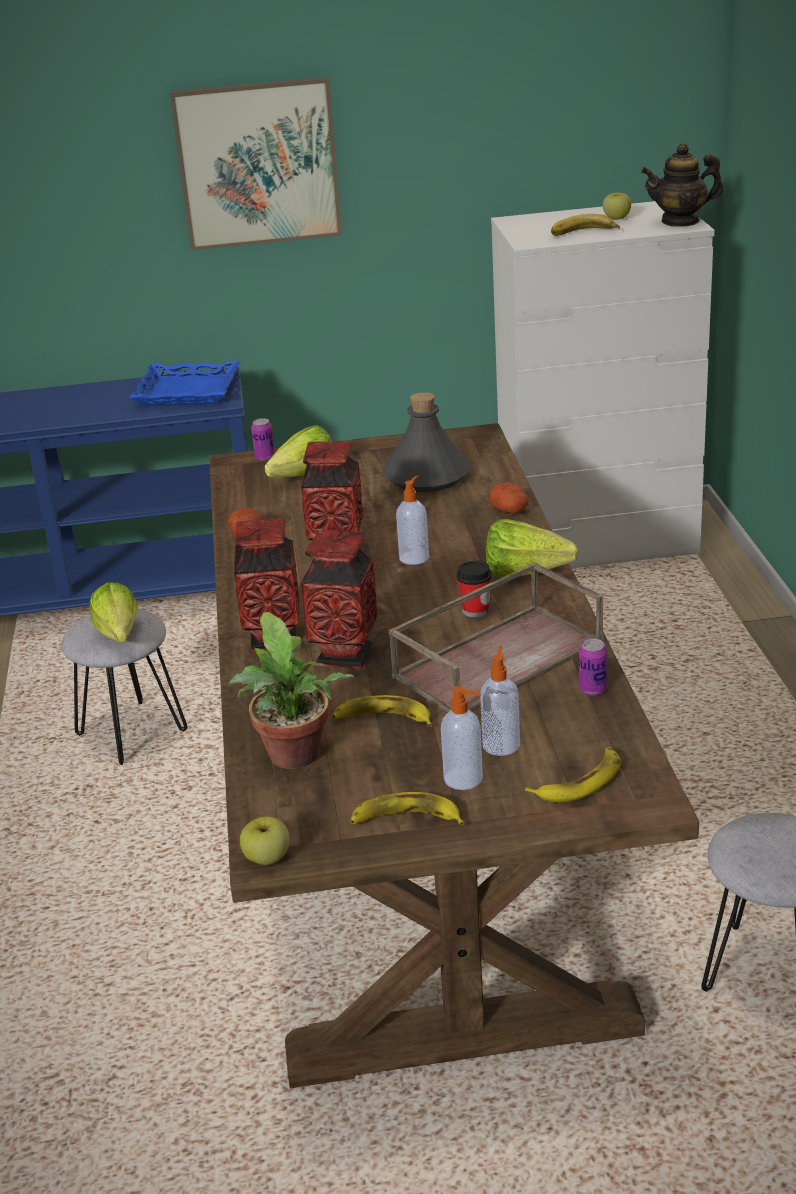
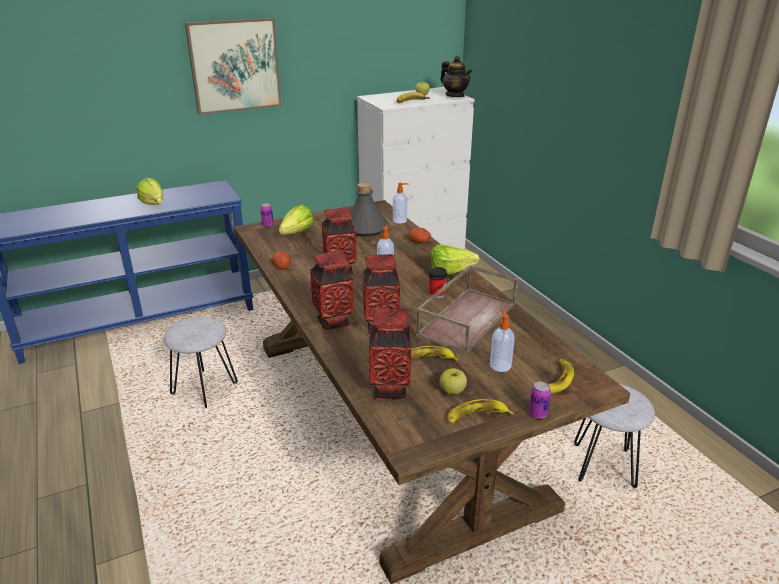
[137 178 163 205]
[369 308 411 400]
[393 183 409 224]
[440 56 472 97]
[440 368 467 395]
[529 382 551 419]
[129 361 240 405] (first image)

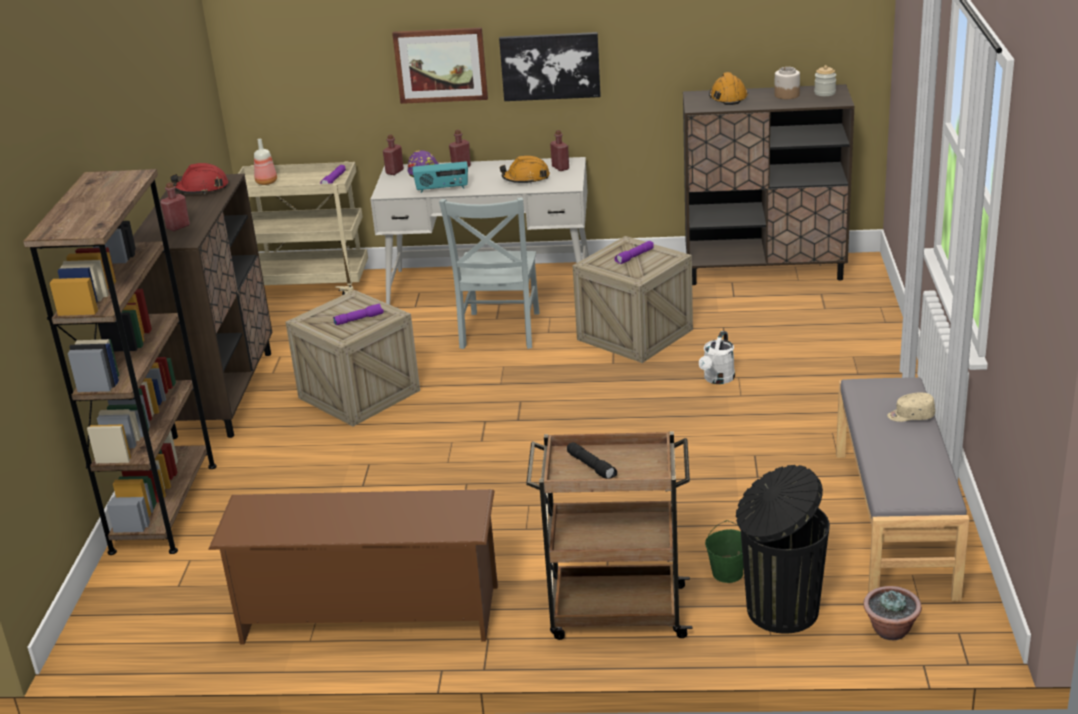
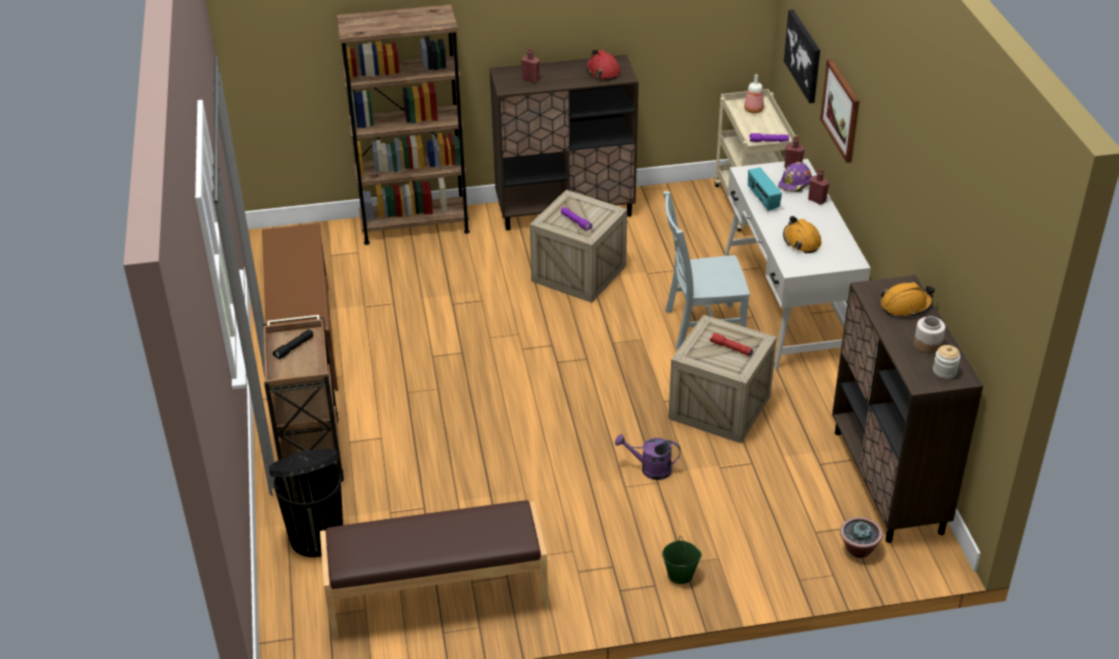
[320 500 548 640]
[615 434 681 480]
[662 536 702 584]
[710 333 753 356]
[784 9 820 103]
[840 517 883 558]
[550 130 569 171] (first image)
[887 392 935 422] (first image)

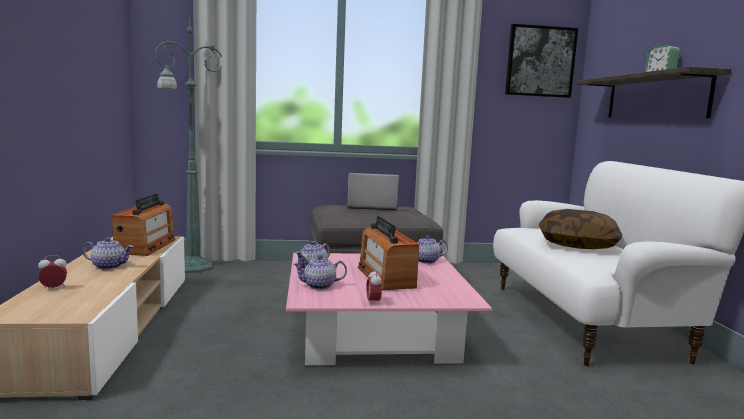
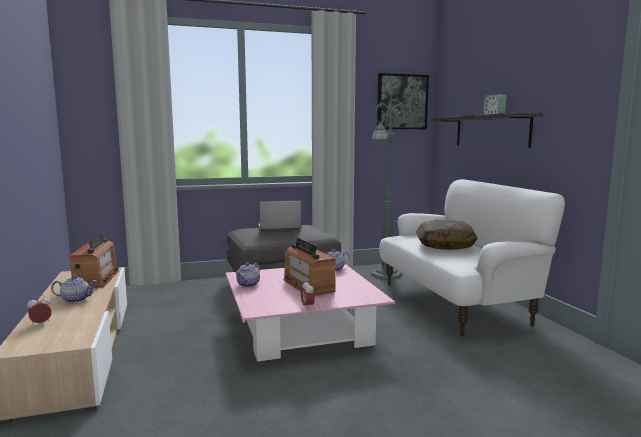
[371 74 405 280]
[293 255 347 290] (first image)

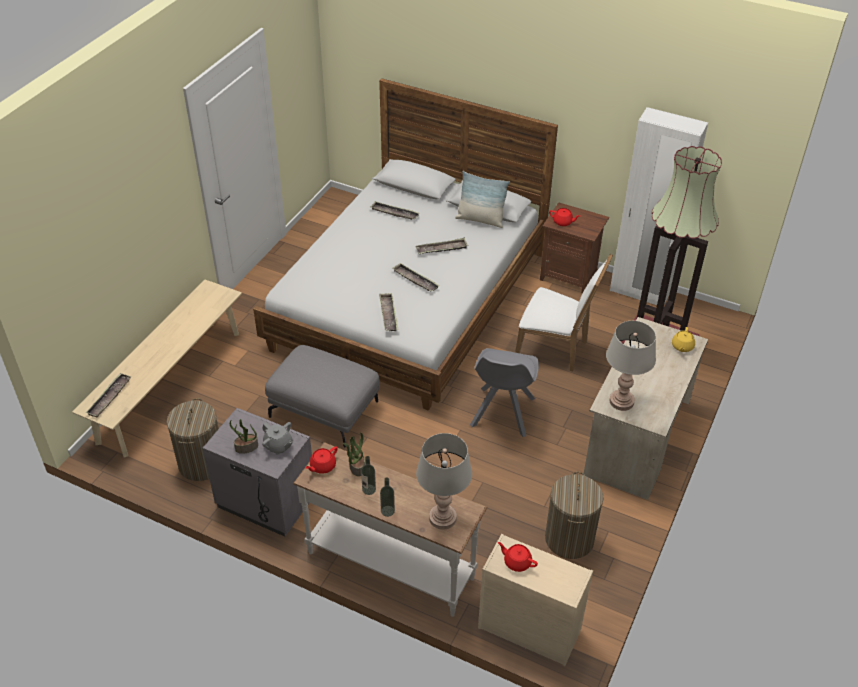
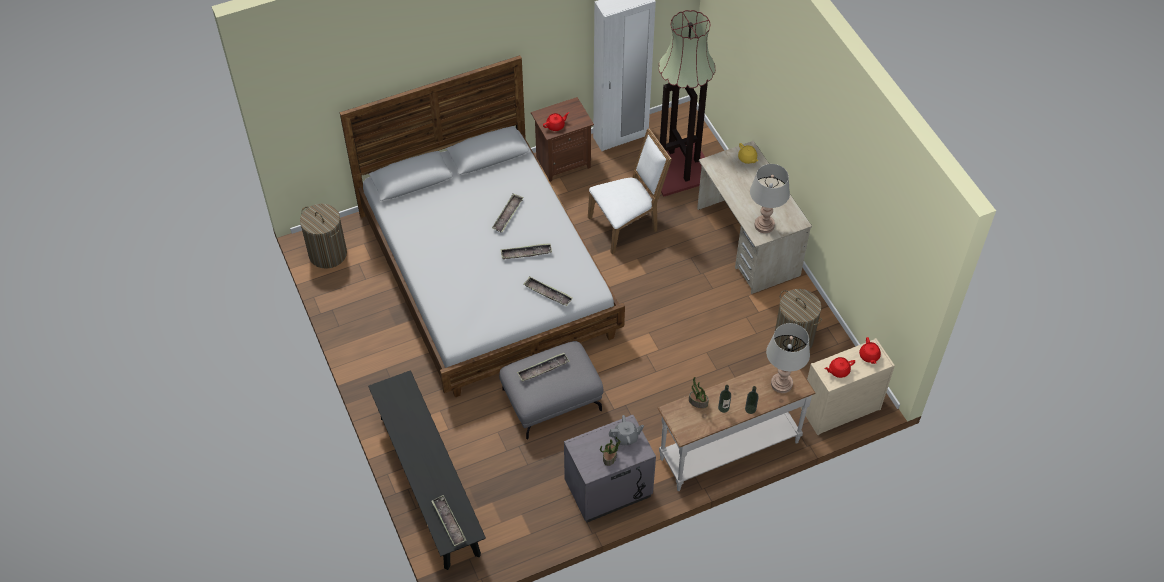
[300 204 347 269]
[368 370 486 570]
[517 353 570 381]
[859 337 881 364]
[455 171 510 228] (first image)
[470 348 539 437] (first image)

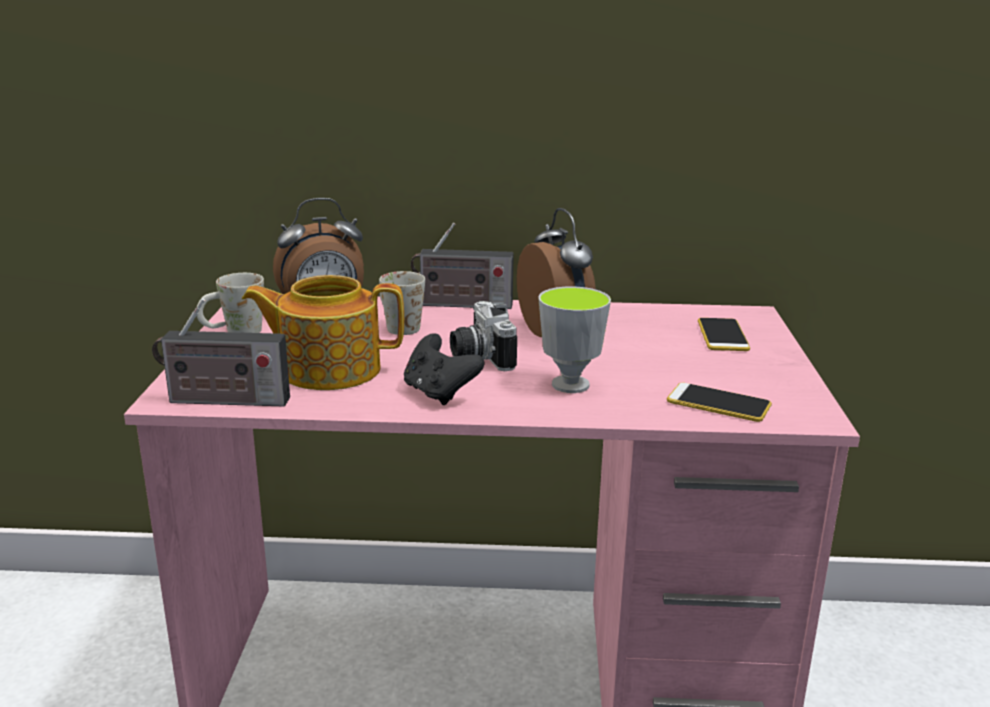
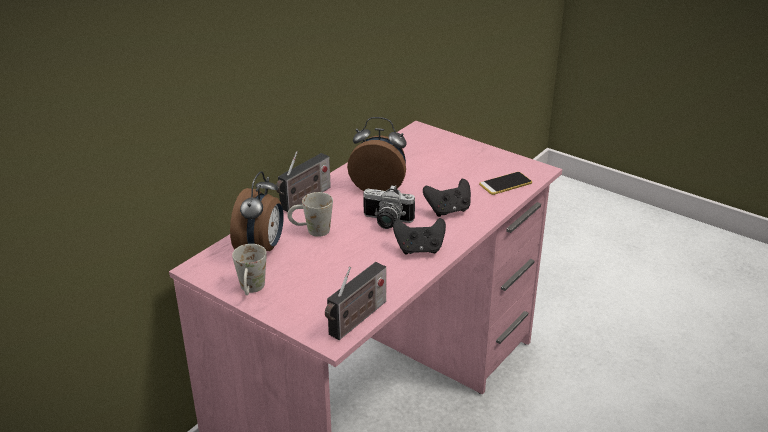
[423 179 471 217]
[242 275 404 390] (first image)
[698 318 750 351] (first image)

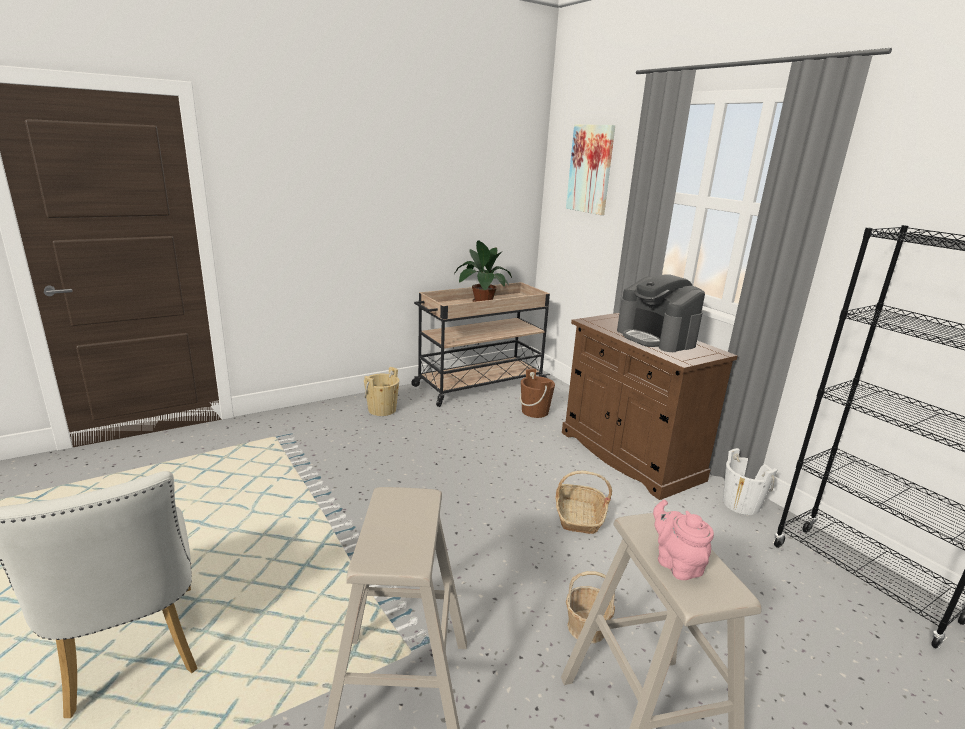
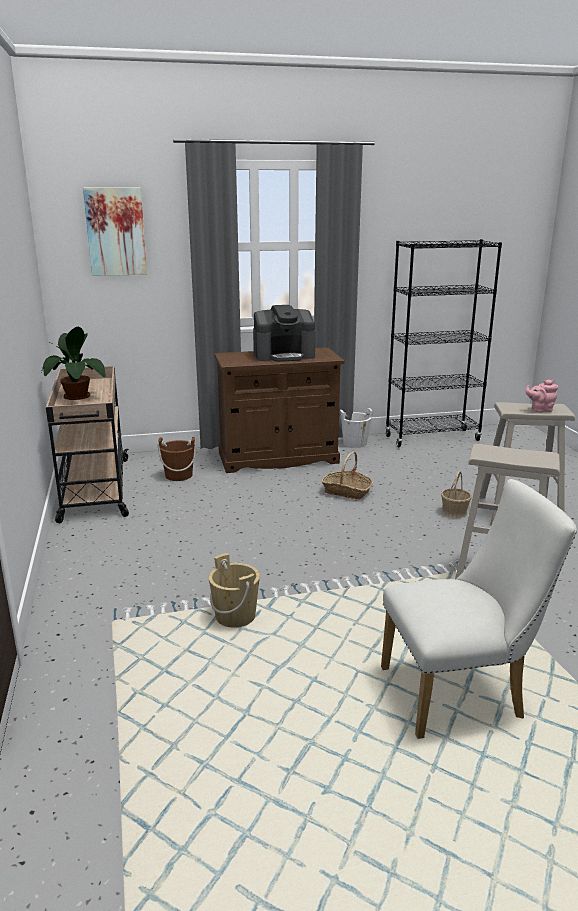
[209 553 260 628]

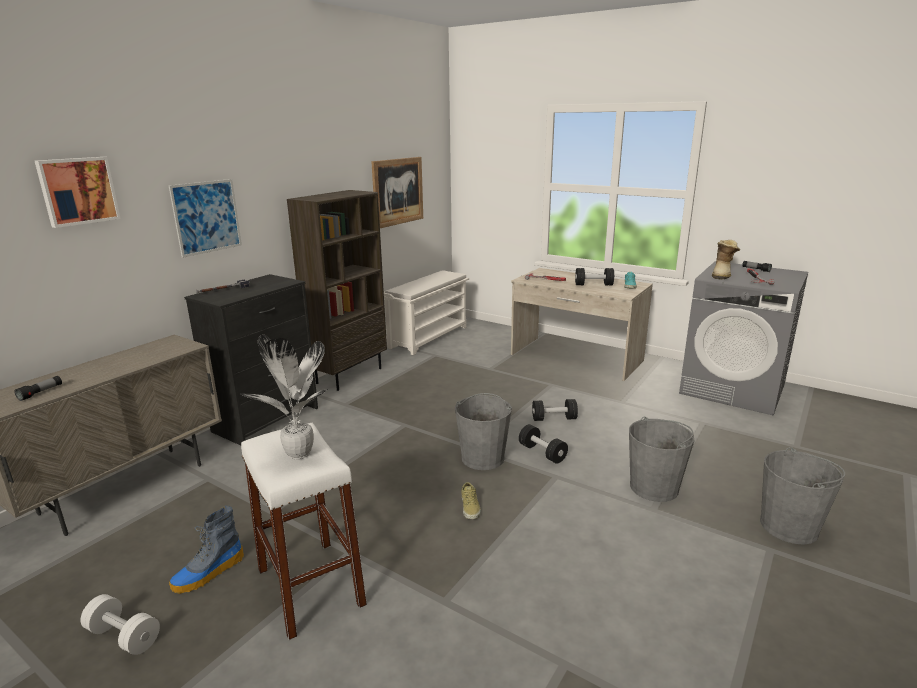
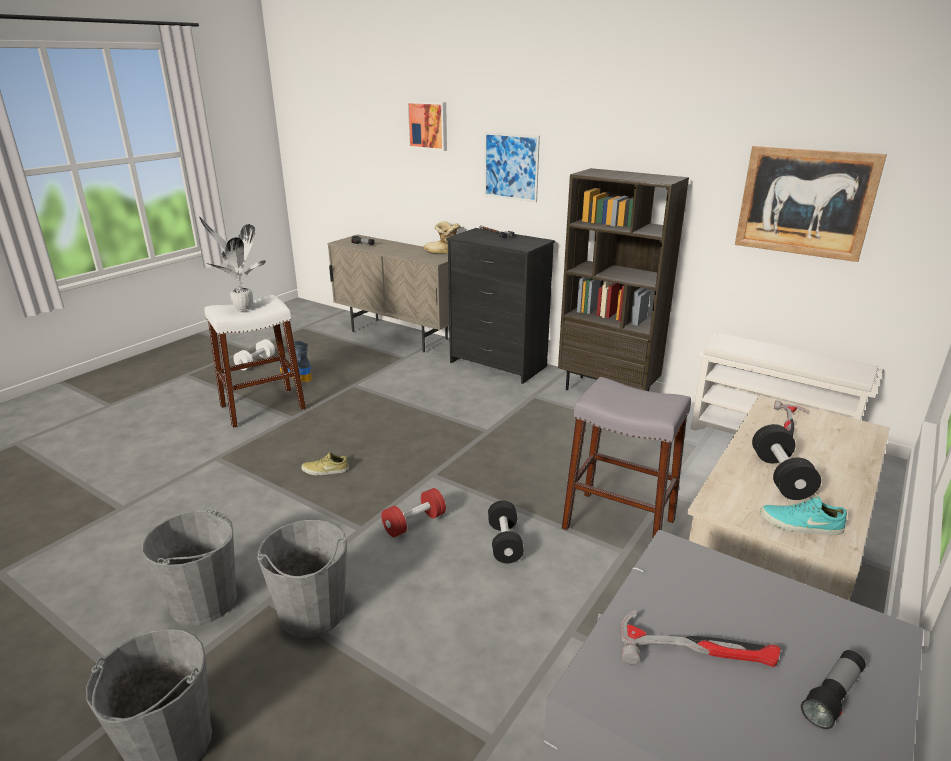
[142 508 237 626]
[381 488 446 537]
[424 221 461 253]
[562 377 691 539]

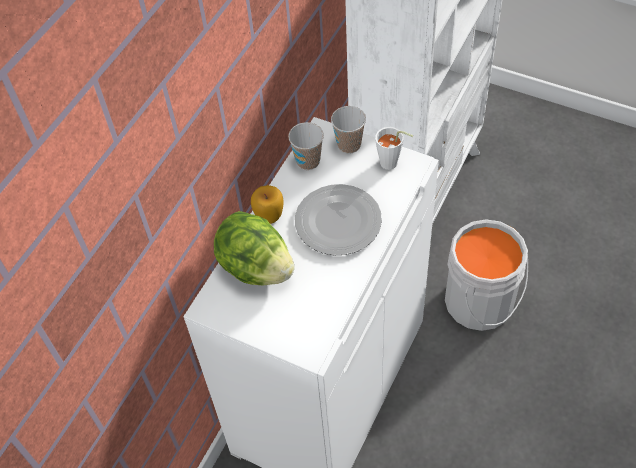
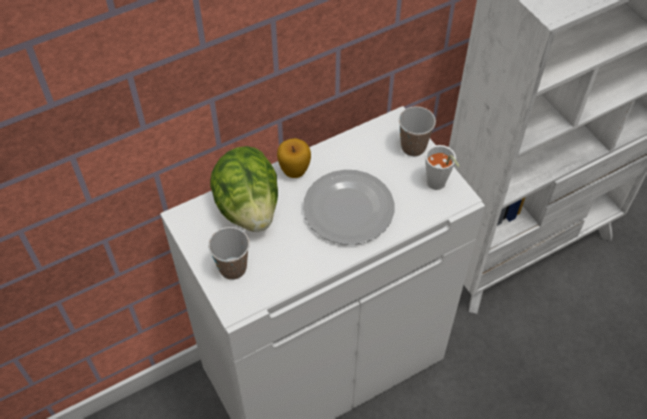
[208 227 250 280]
[445 219 528 331] (first image)

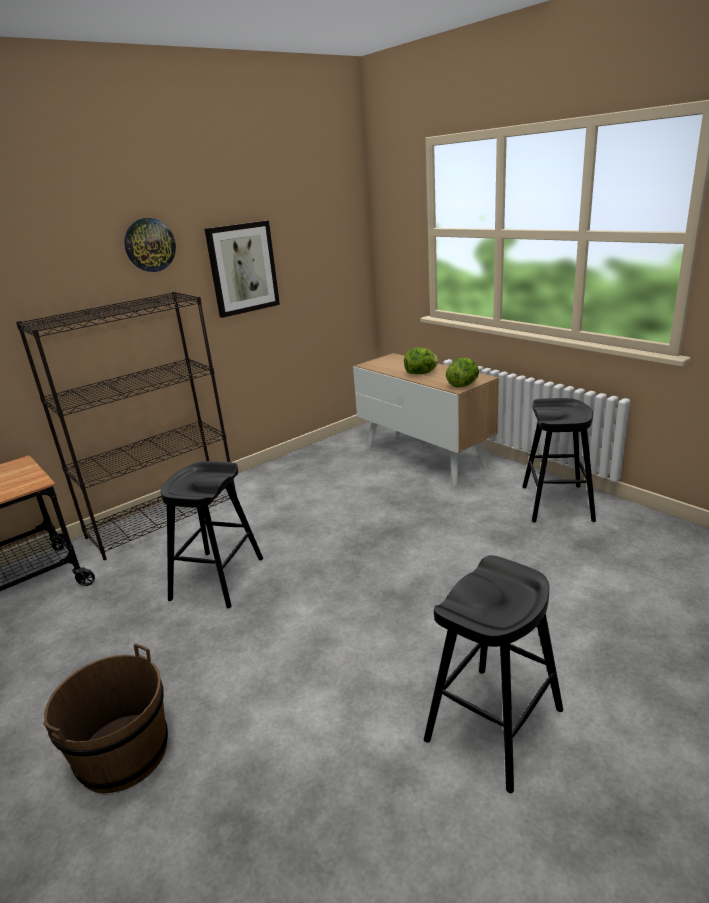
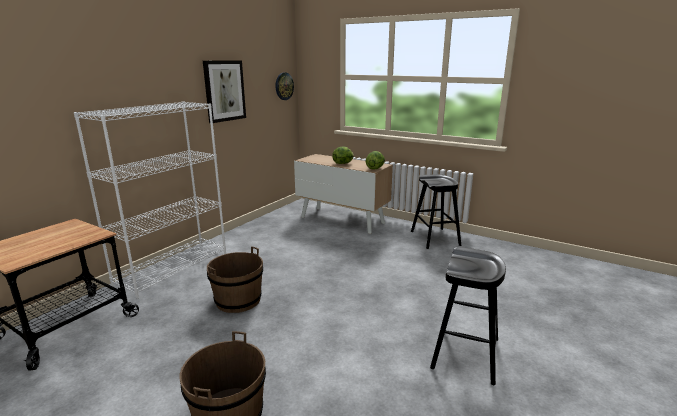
[74 101 226 299]
[207 246 263 313]
[276 73 294 100]

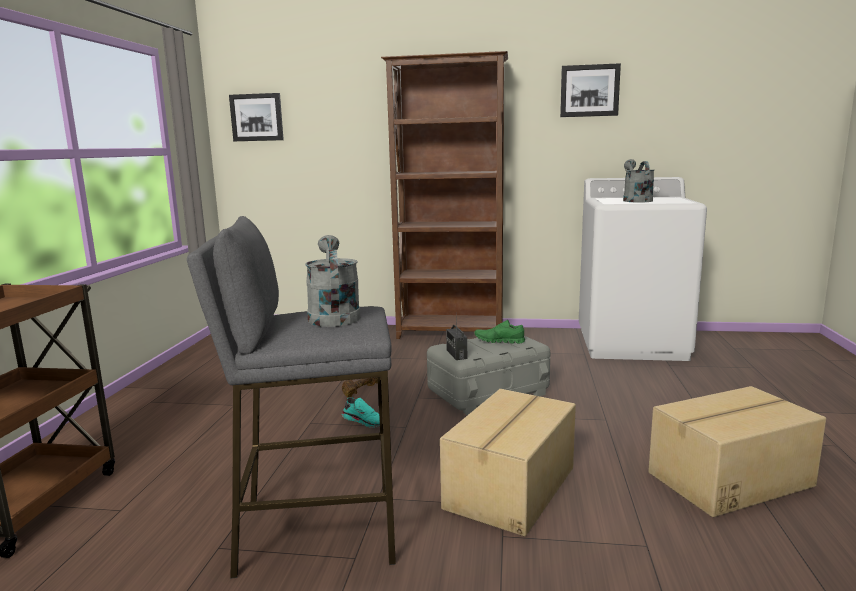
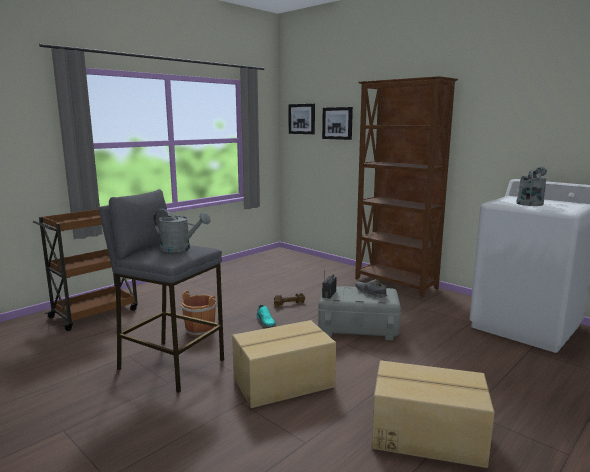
[153 209 211 253]
[181 291 218 337]
[322 107 353 140]
[355 279 387 298]

